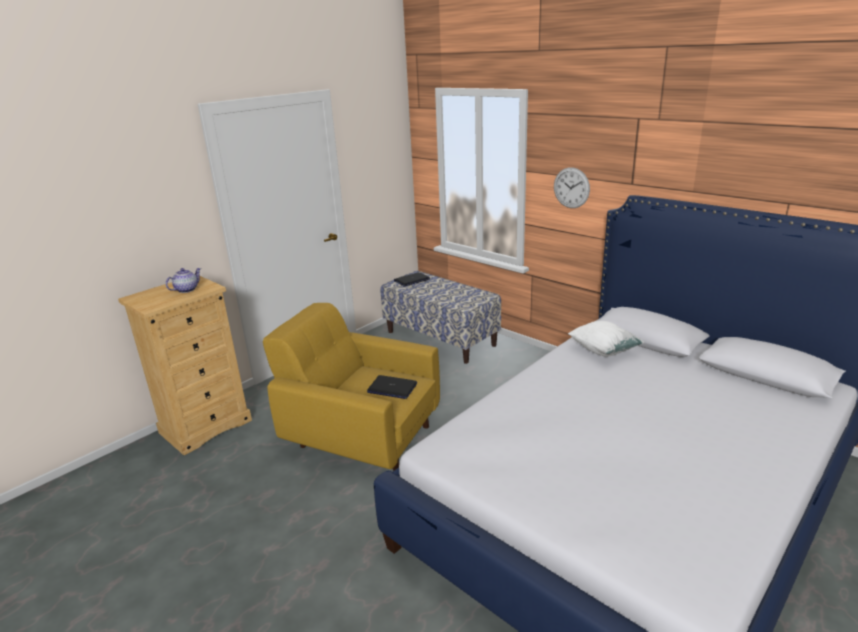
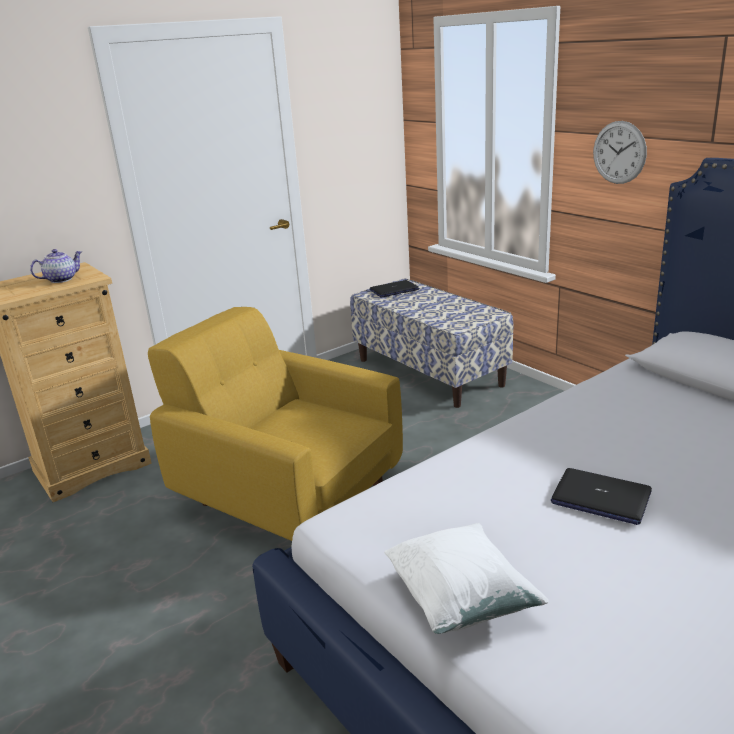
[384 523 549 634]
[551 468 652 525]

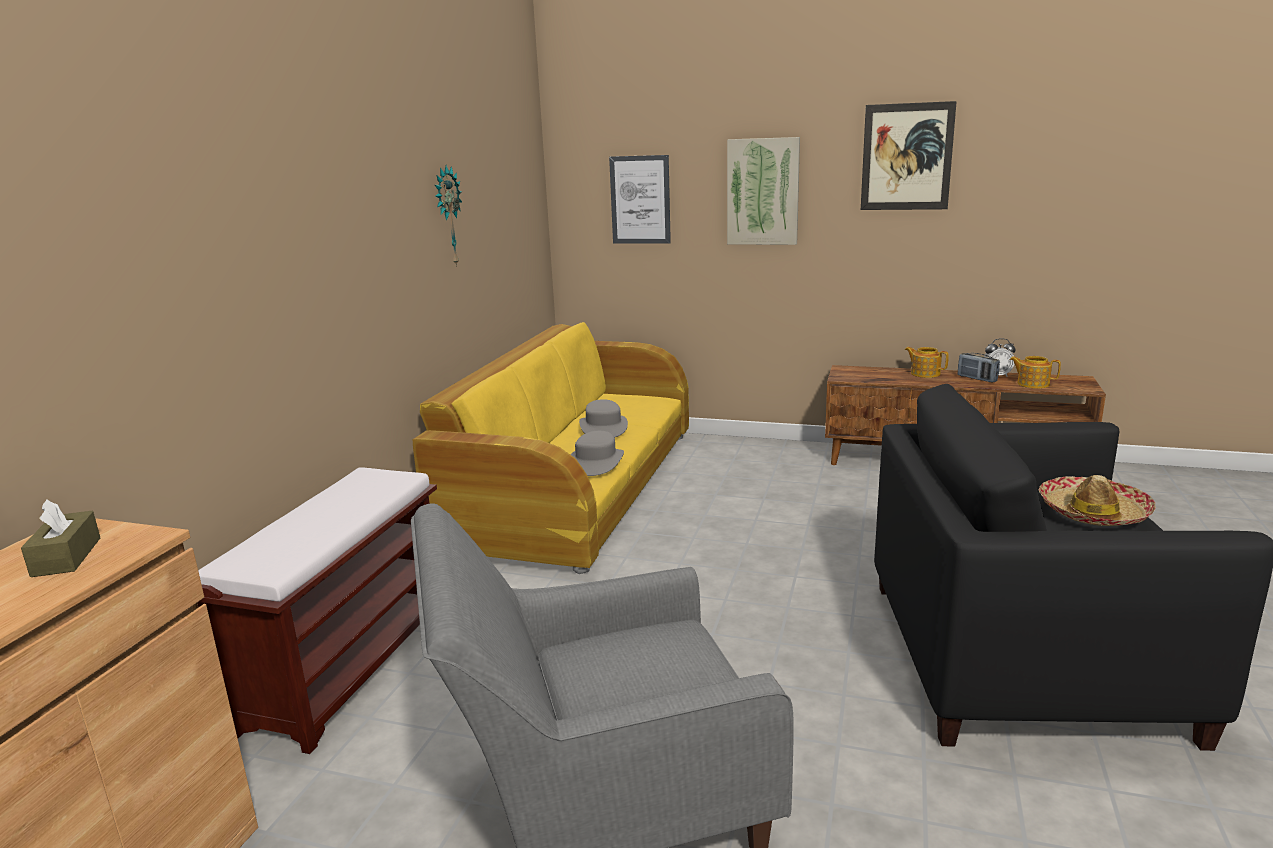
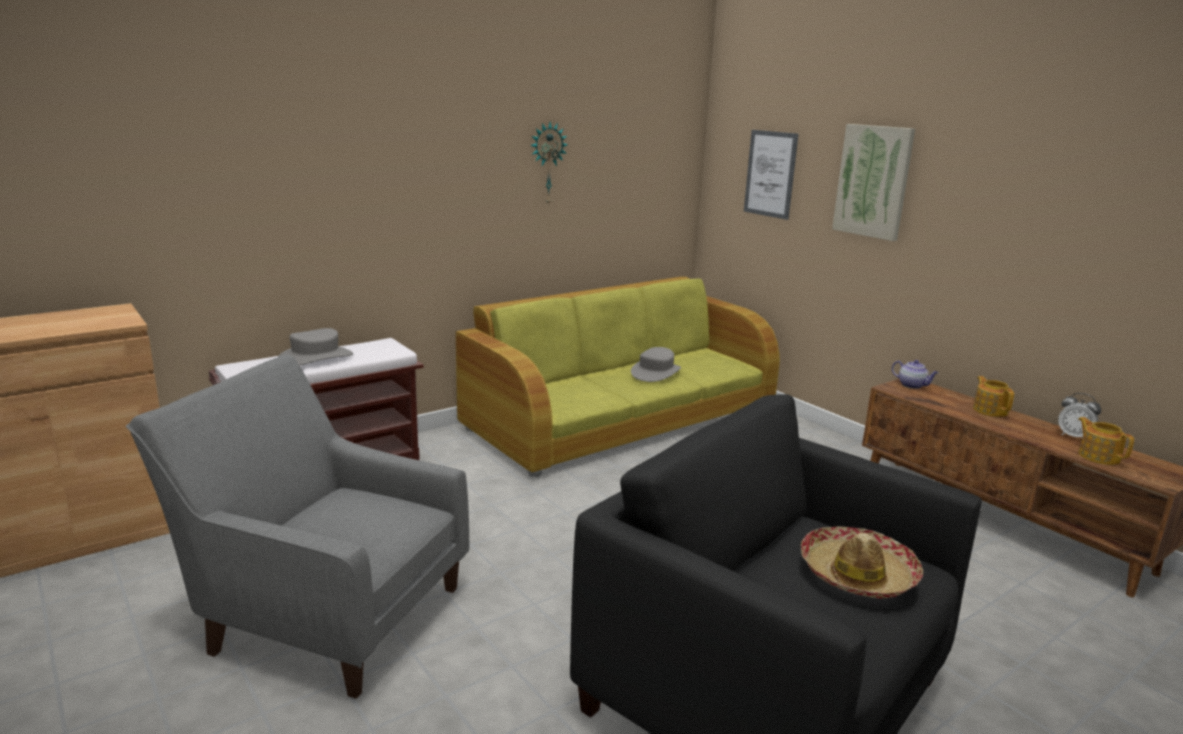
[278 328 353 366]
[456 277 780 477]
[892 360 939 389]
[21 499 100 577] (first image)
[861 101 957 210] (first image)
[958 353 1000 383] (first image)

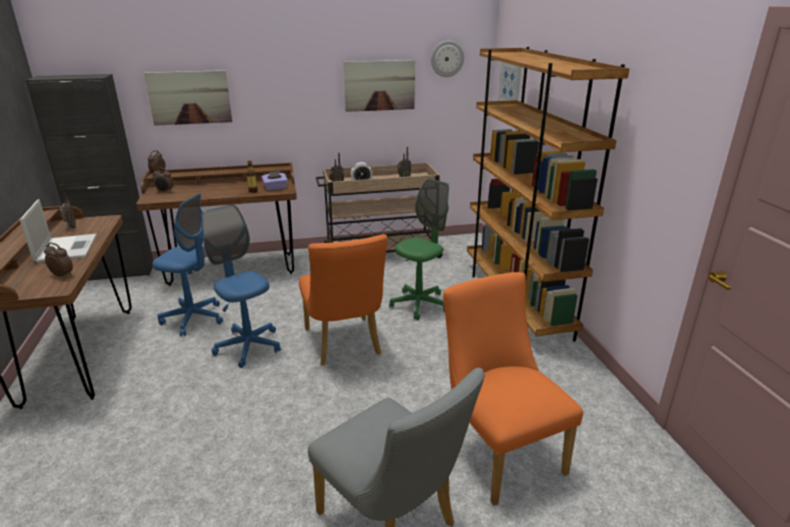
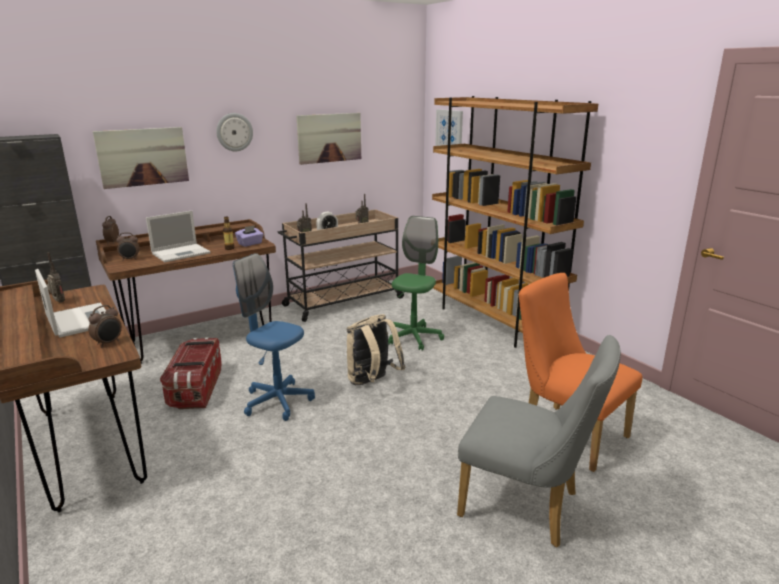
[88 305 122 347]
[146 211 211 262]
[160 337 222 409]
[216 113 253 151]
[347 314 406 385]

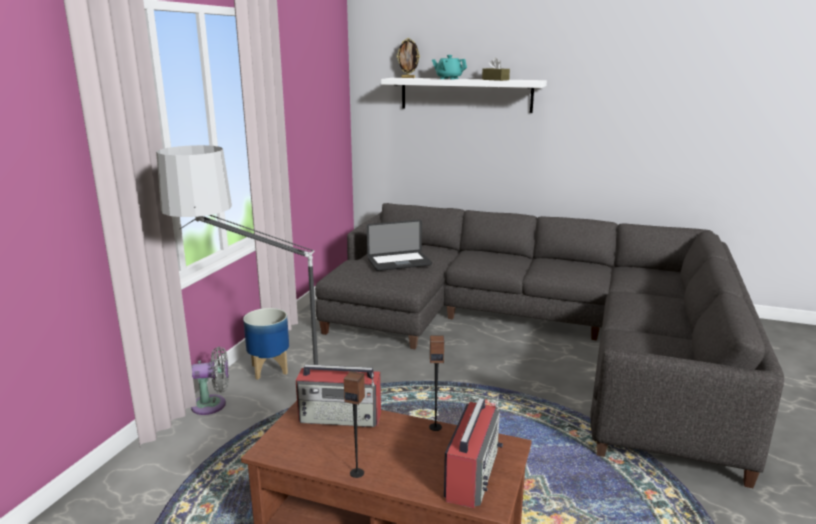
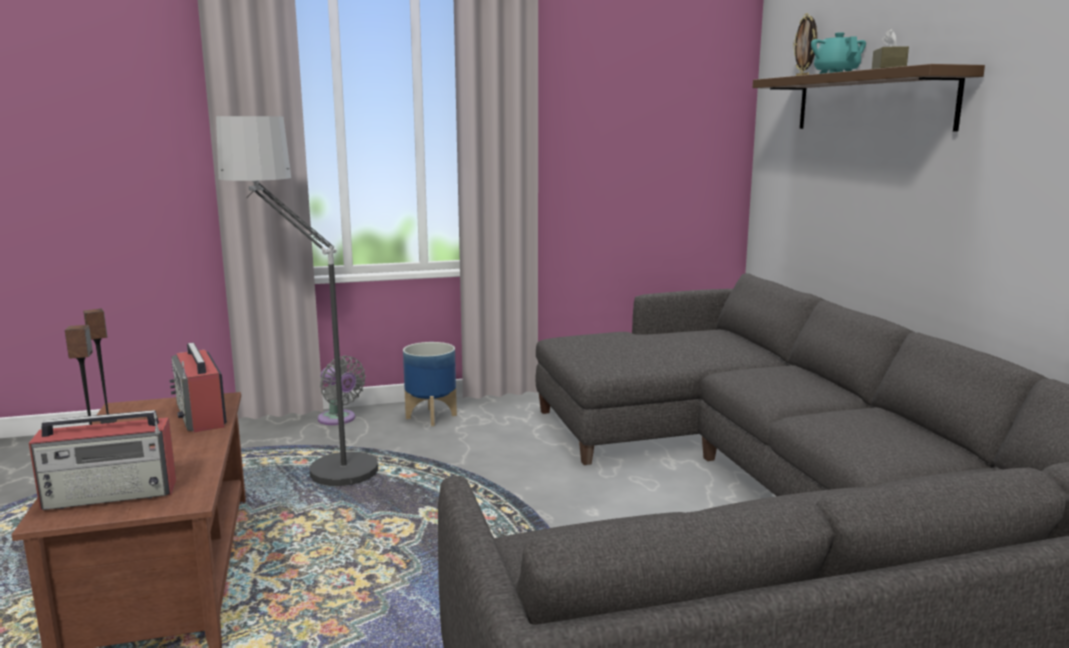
[83 309 117 424]
[753 64 985 132]
[367 220 432 271] (first image)

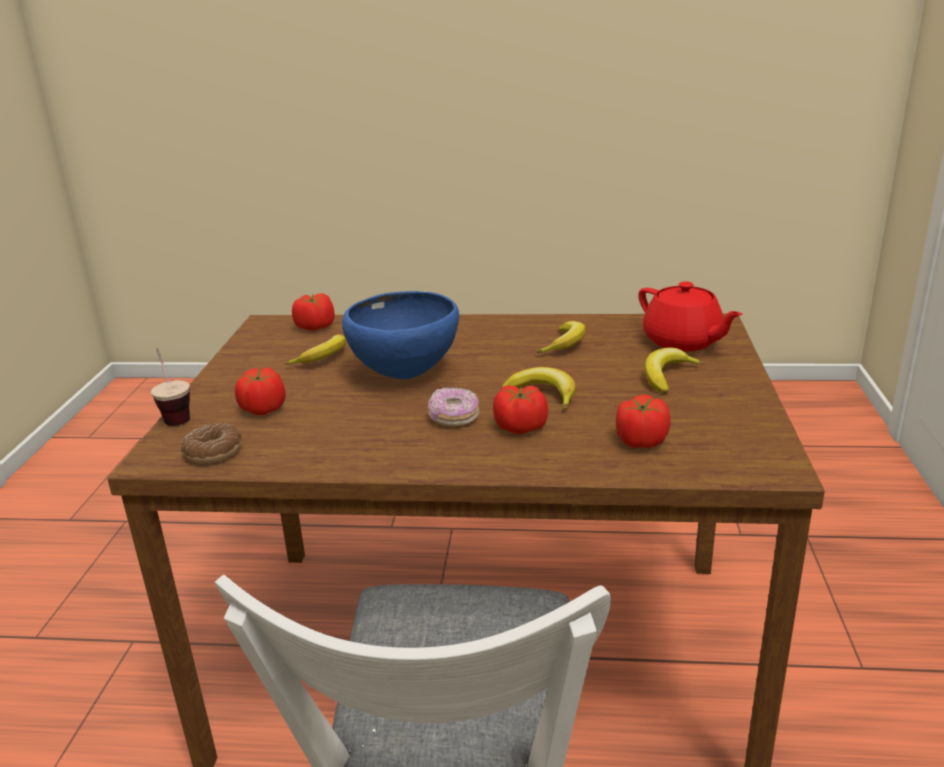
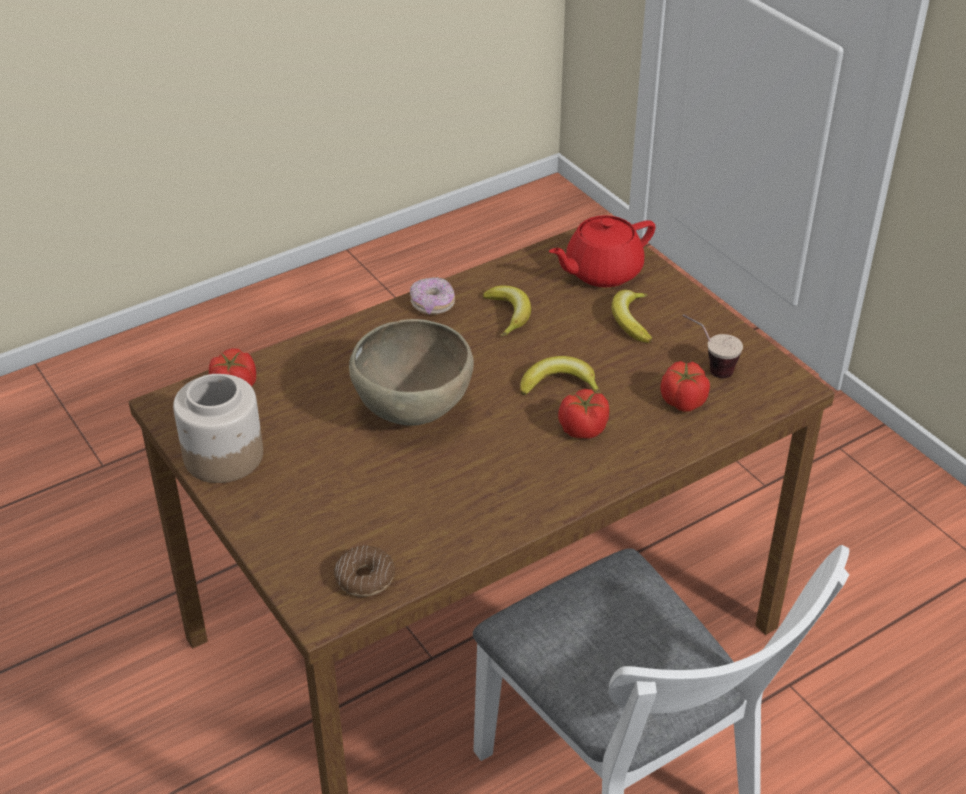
[173 374 263 483]
[349 319 474 426]
[410 277 455 315]
[549 215 656 287]
[683 314 743 378]
[235 367 286 416] (first image)
[285 335 346 365] (first image)

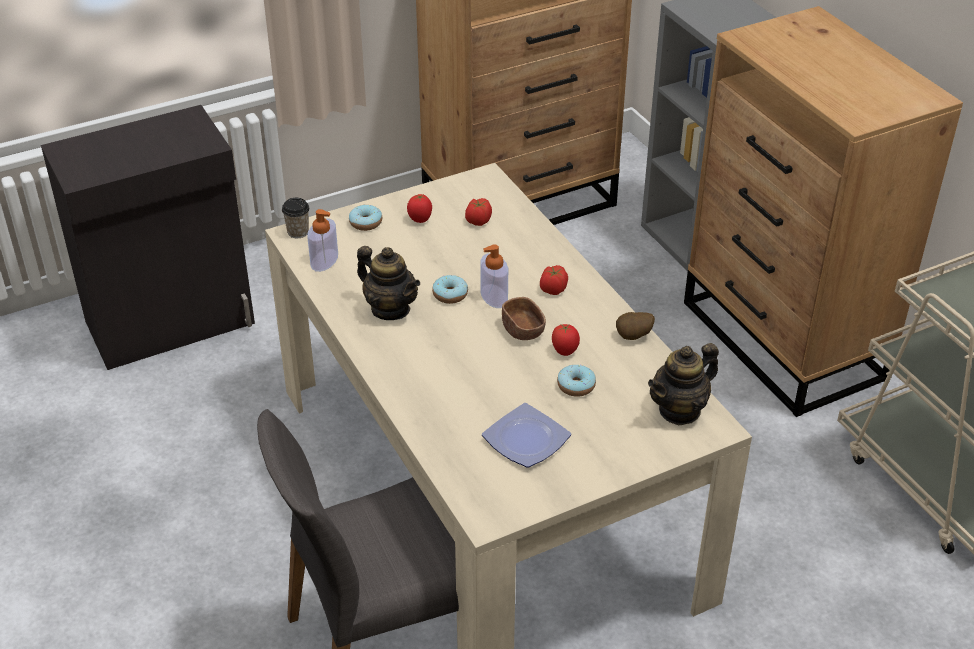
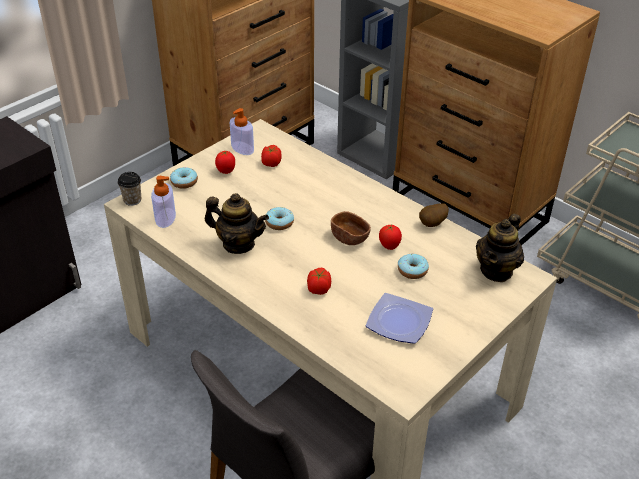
[230 108 254 155]
[307 268 331 295]

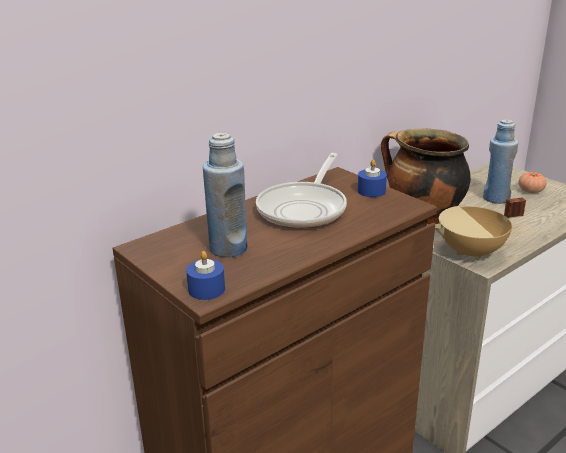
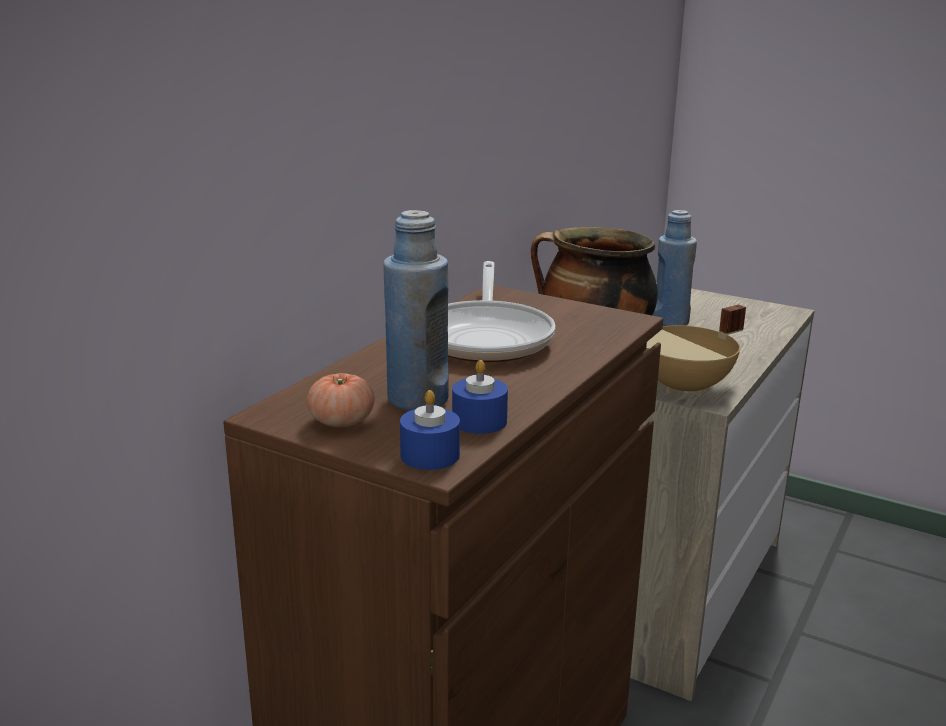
[307 373 375 427]
[452 360 508 434]

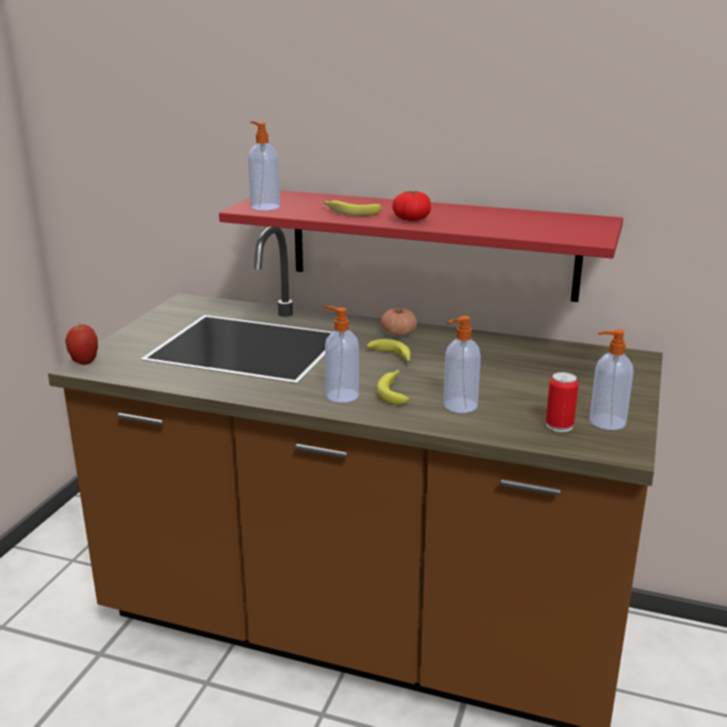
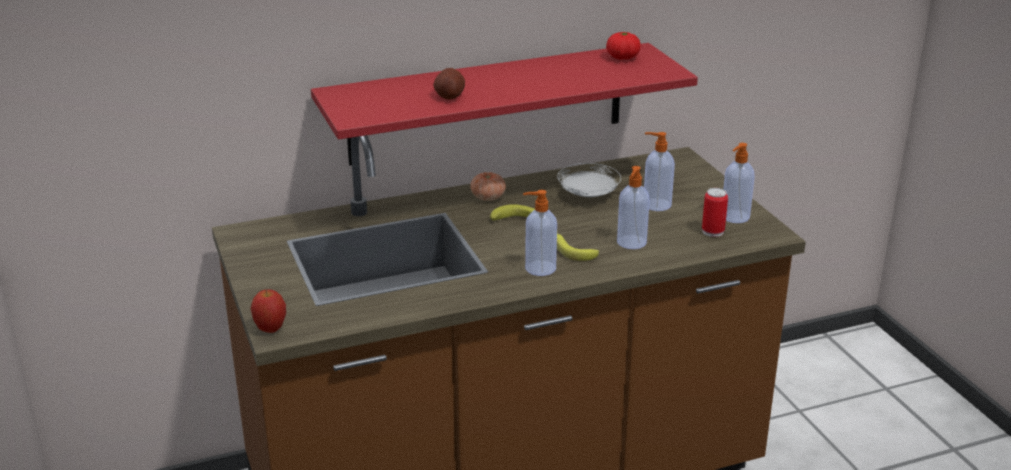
[433 68 465 100]
[557 163 621 197]
[606 32 641 60]
[644 132 675 211]

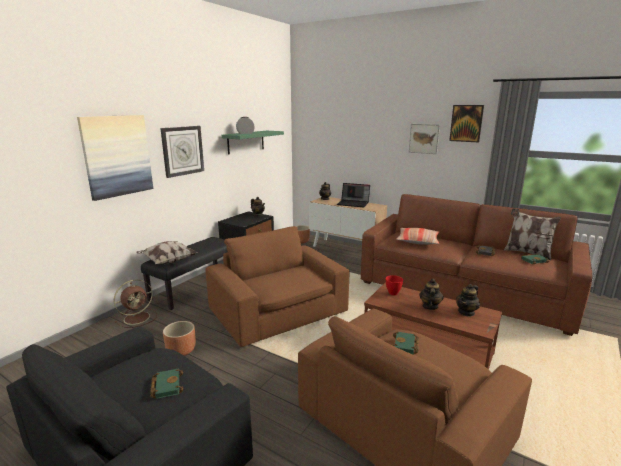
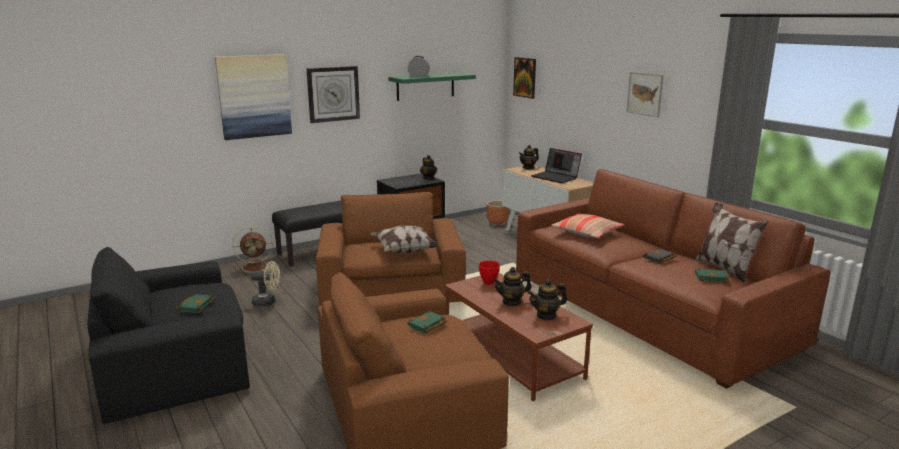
[250 261 280 307]
[370 225 439 254]
[493 267 532 306]
[513 57 536 99]

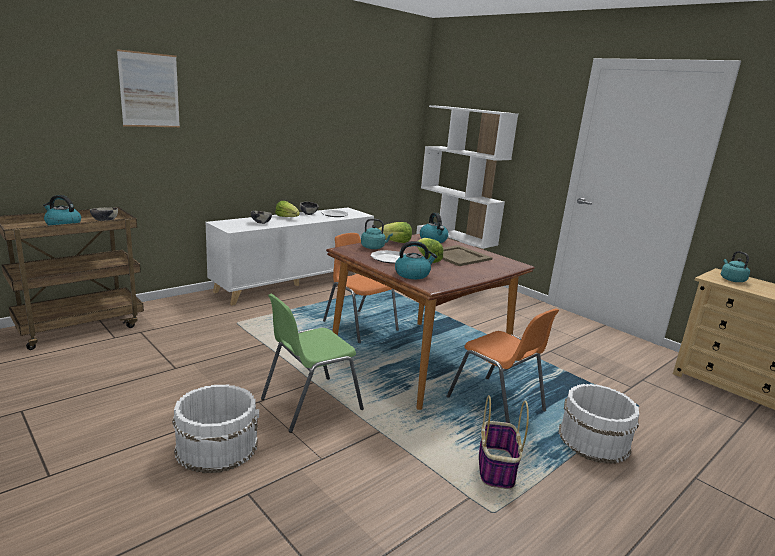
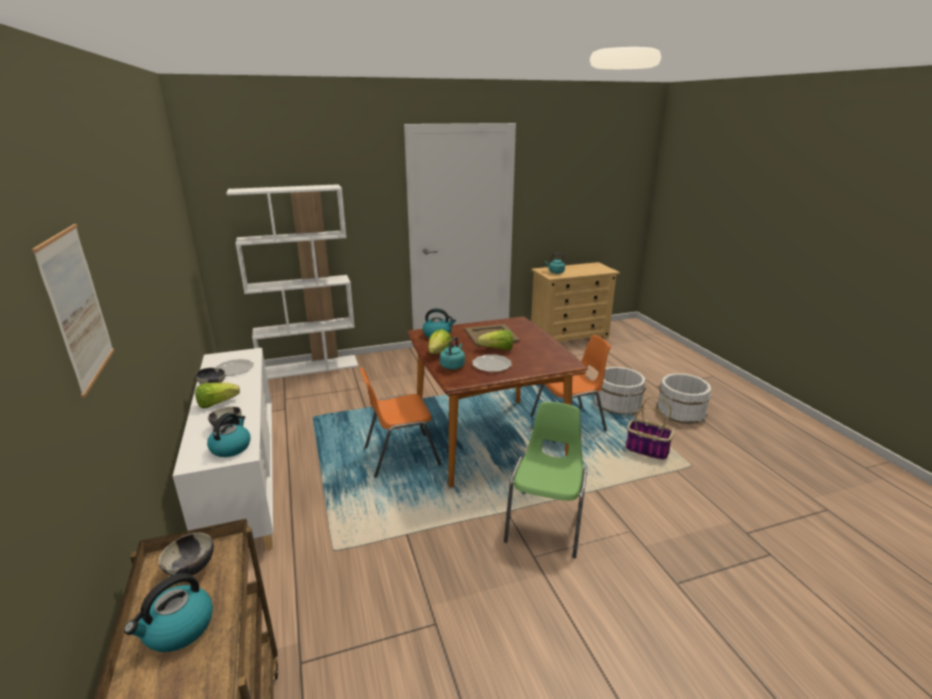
[207 413 251 457]
[504 402 587 558]
[656 373 711 424]

